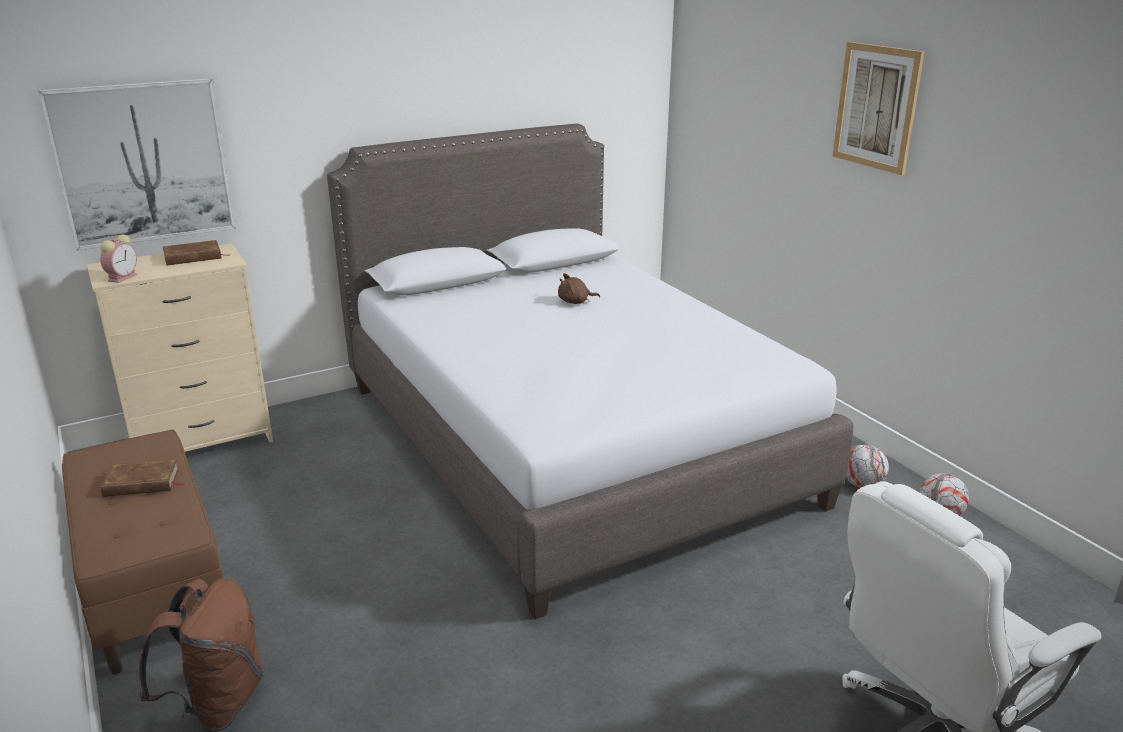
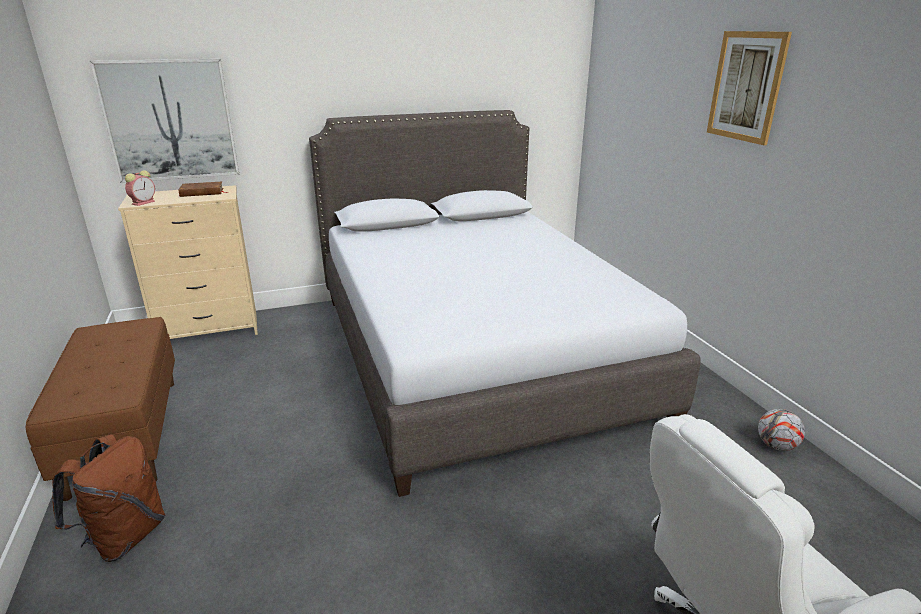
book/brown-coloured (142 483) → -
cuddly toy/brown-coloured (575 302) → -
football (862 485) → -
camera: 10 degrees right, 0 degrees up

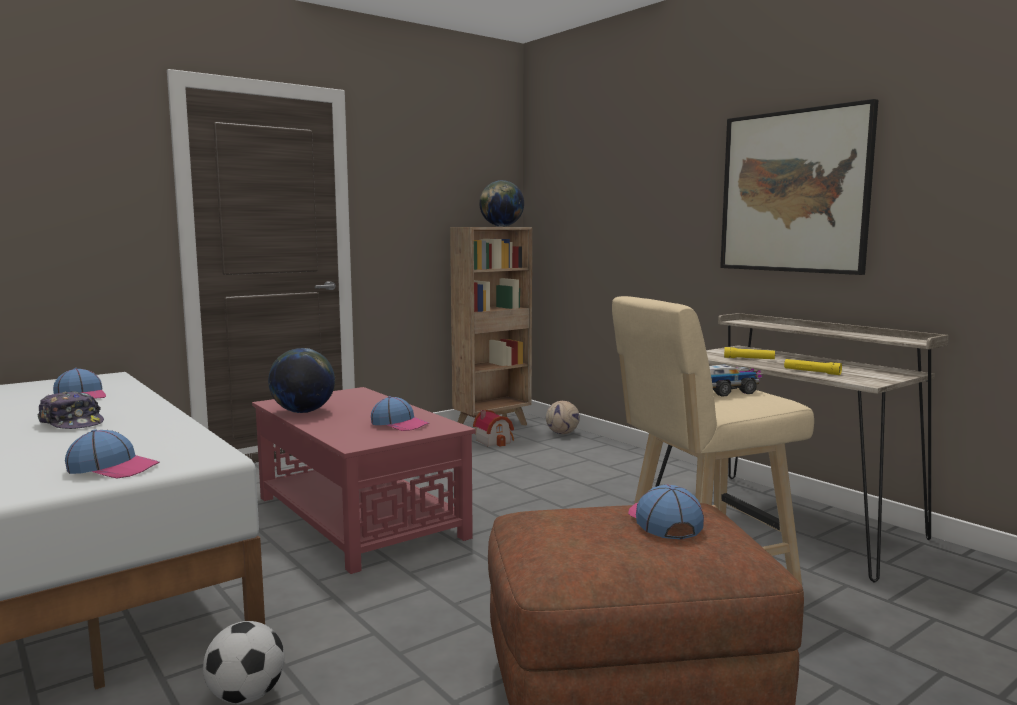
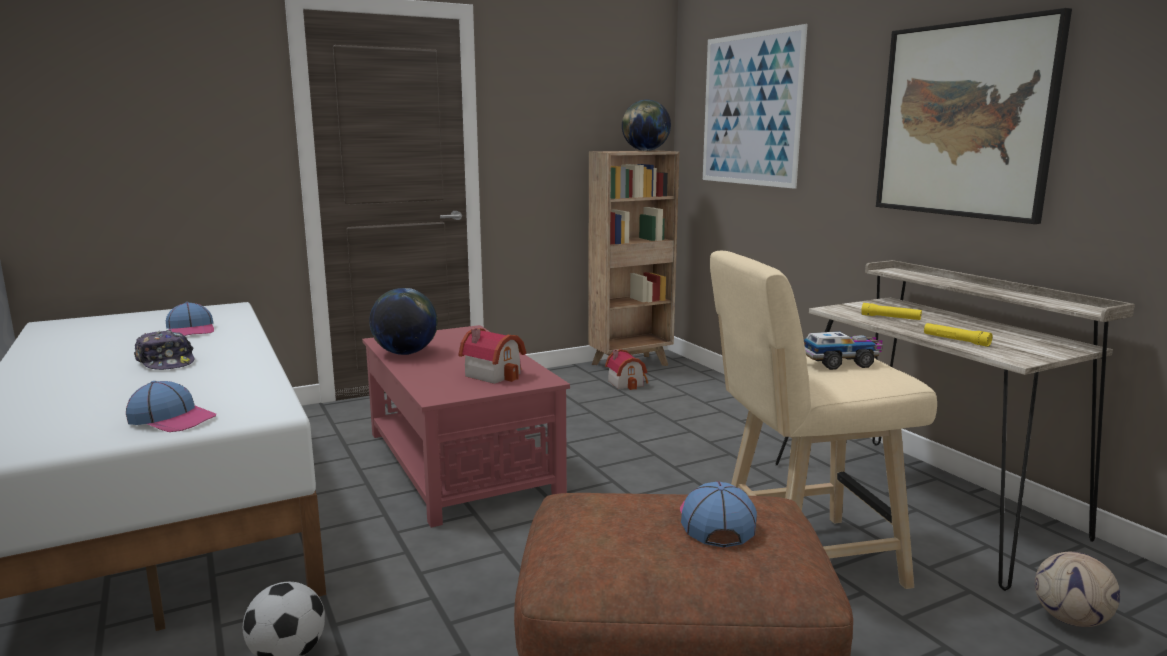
baseball cap (400 424) → miniature house (494 374)
- → picture (750 109)
football (562 433) → football (1071 620), moved
camera: 10 degrees right, 5 degrees up

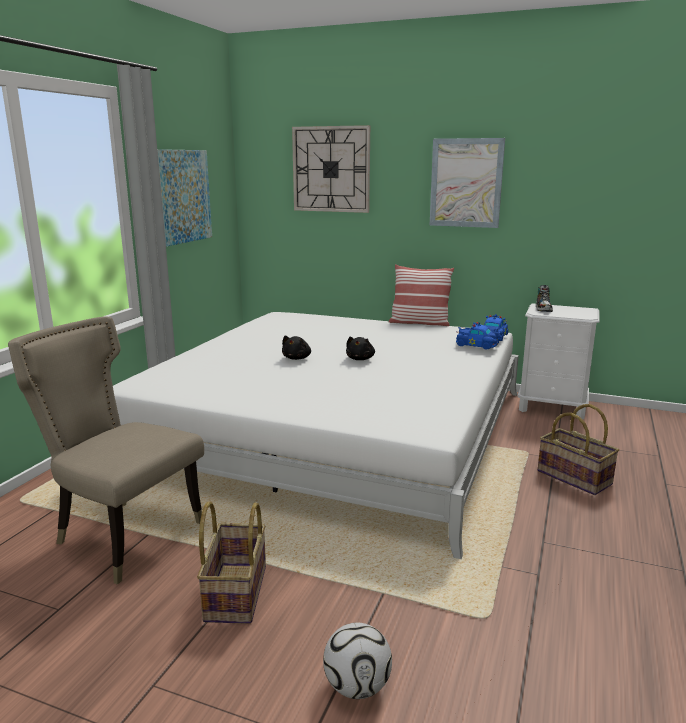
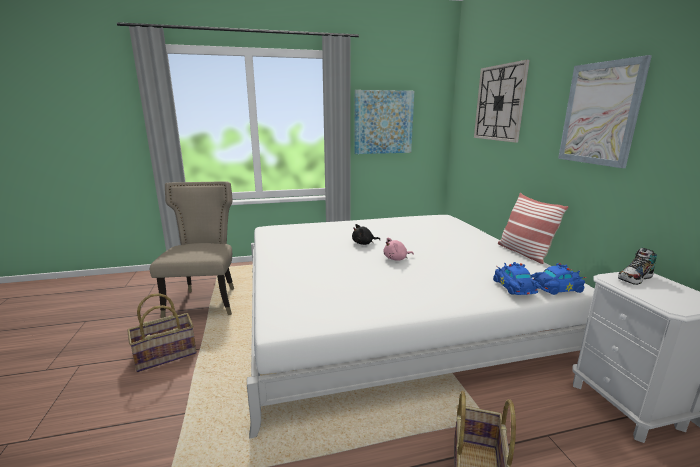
cuddly toy/blackish (360 359) → cuddly toy/pink-coloured (396 259)
football (357 687) → -
camera: 55 degrees right, 0 degrees up

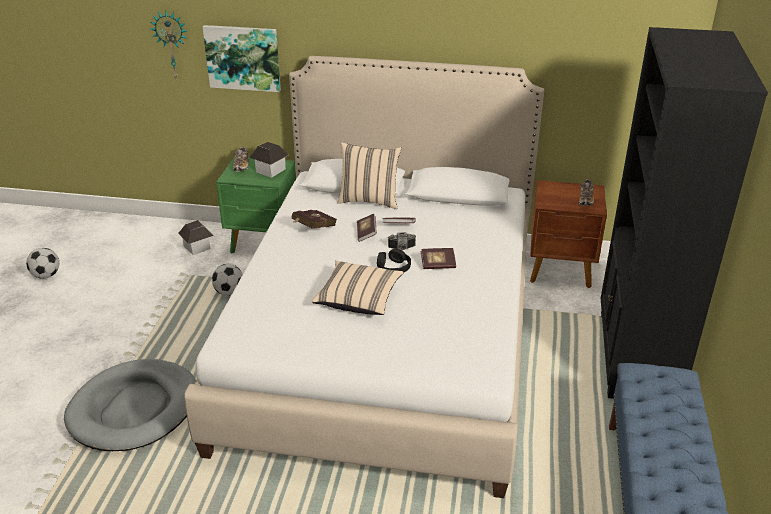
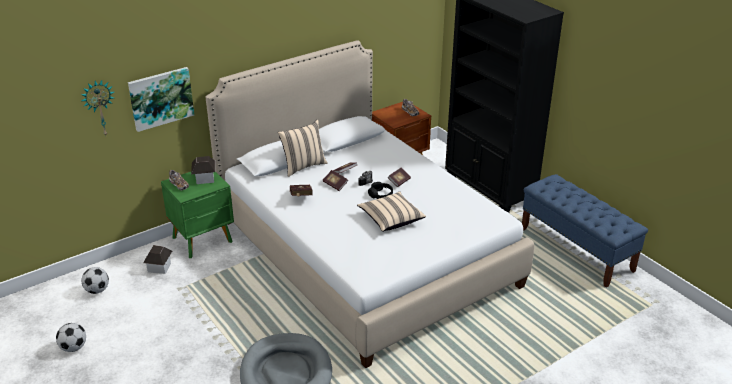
football (229 292) → football (97 290), moved
camera: 45 degrees left, 0 degrees up

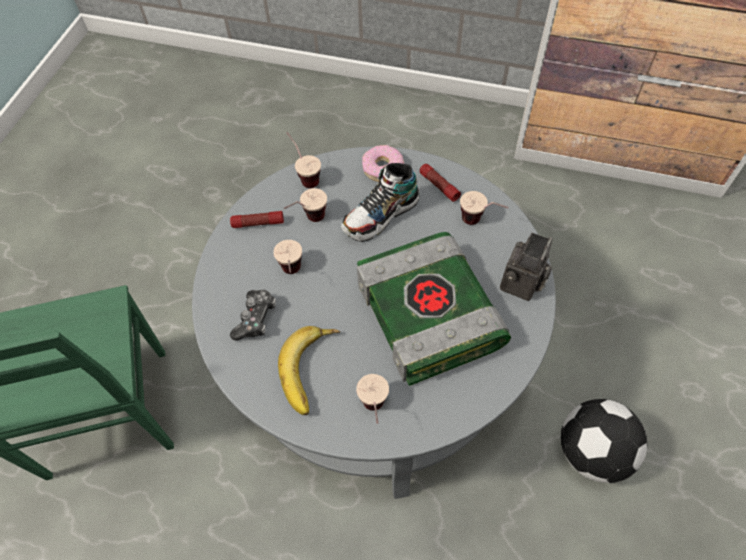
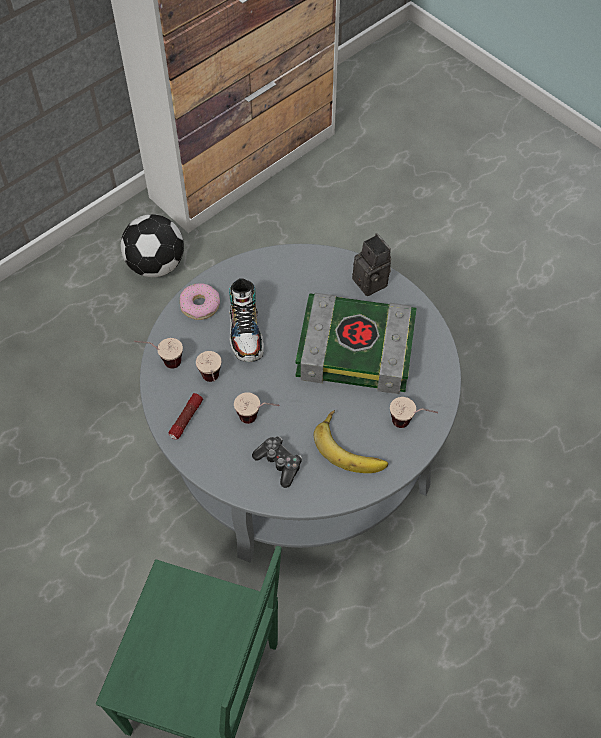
football (593 451) → football (156 264), moved
flashlight (439 186) → -
drinking cup (480 223) → -
camera: 60 degrees left, 0 degrees up

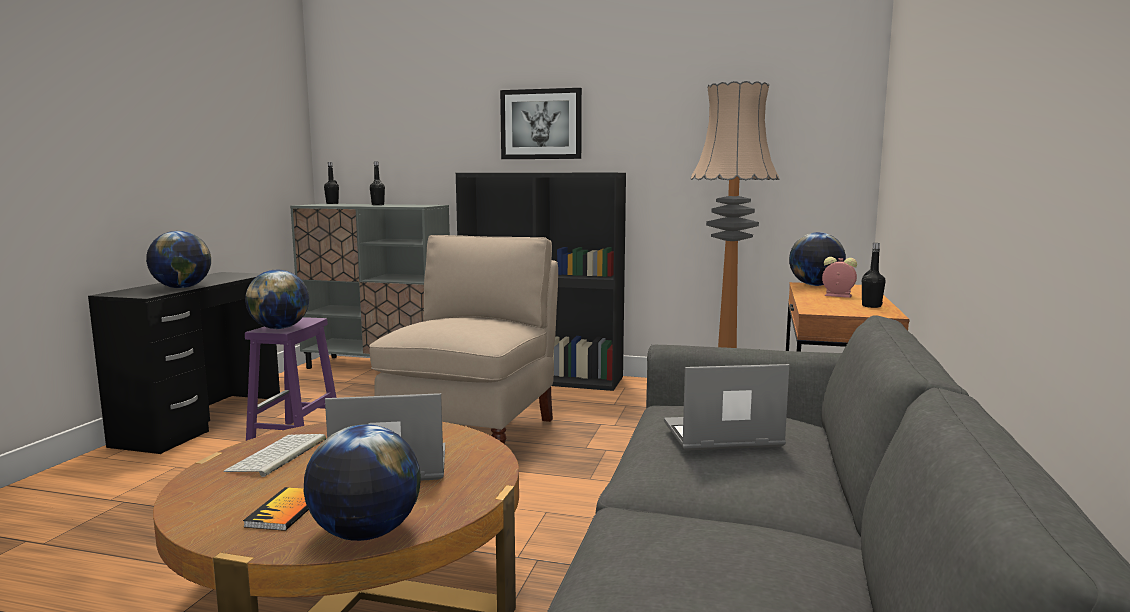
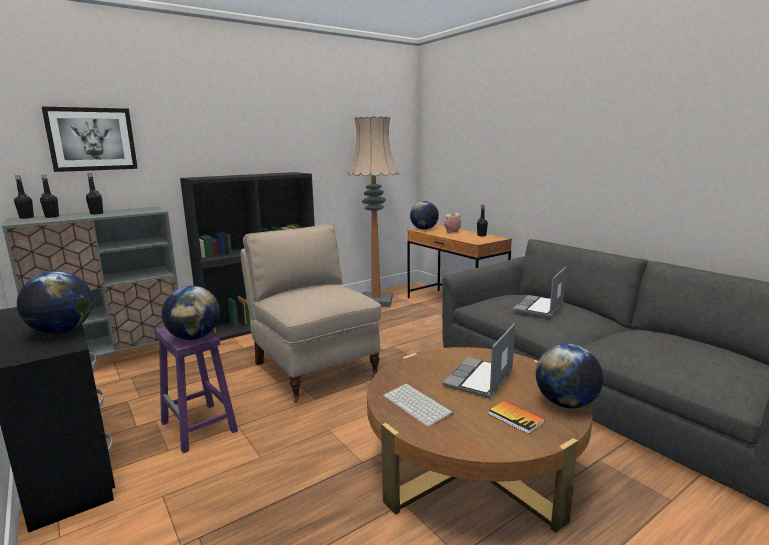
- → drink bottle/blackish (52 217)
picture (541 124) → picture (92 139), moved
camera: 50 degrees left, 5 degrees up

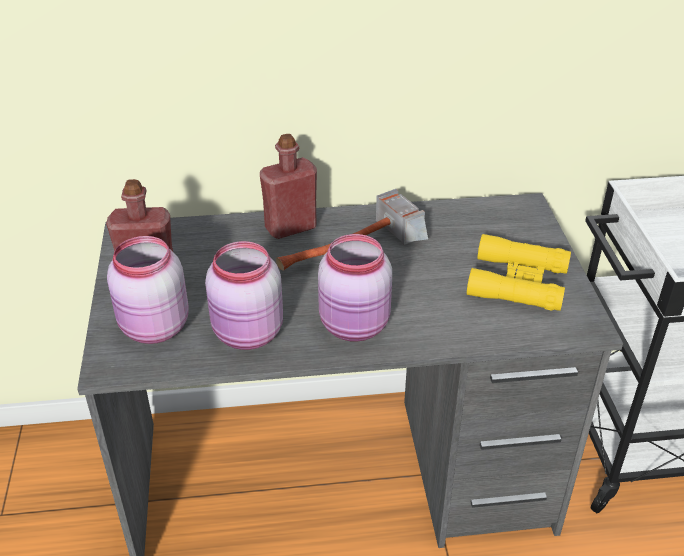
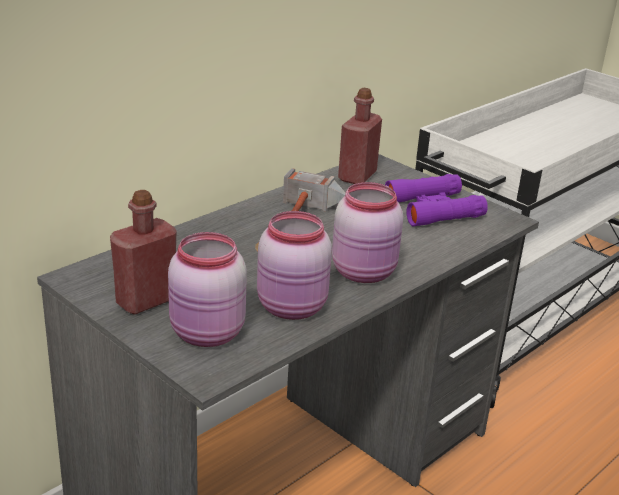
drink bottle/reddish (290 227) → drink bottle/reddish (357 176), moved
field glasses/yellow (518 282) → field glasses/purplish (433 209)
camera: 40 degrees left, 10 degrees down

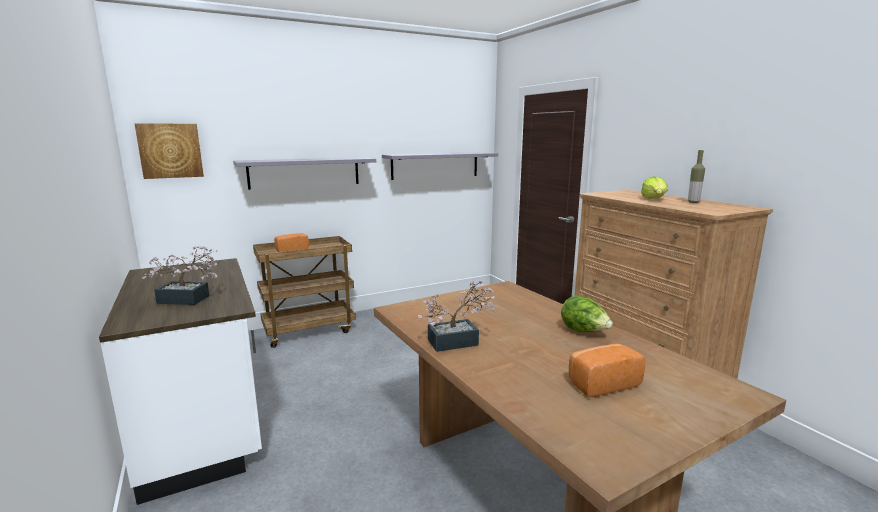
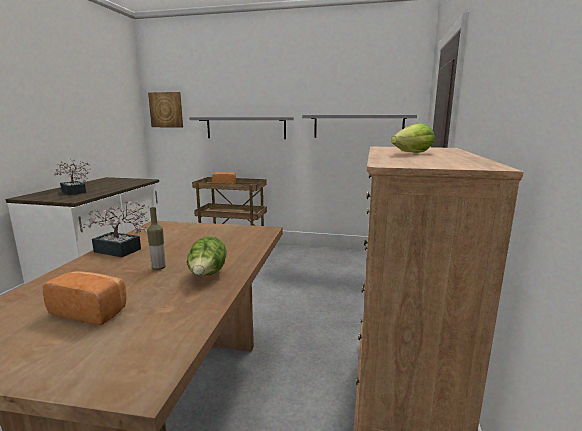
drink bottle (693 202) → drink bottle (159 268), moved
camera: 40 degrees right, 0 degrees up

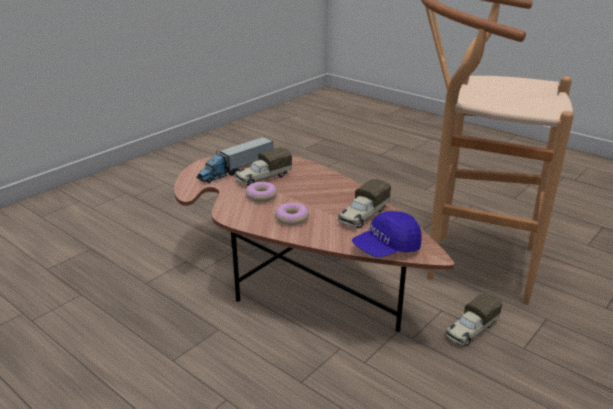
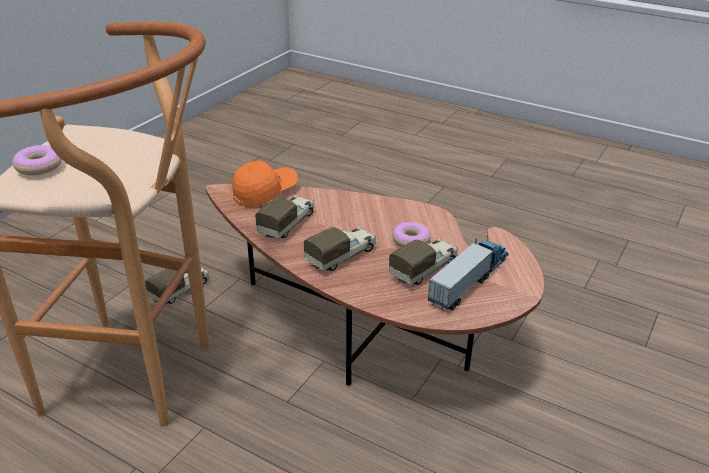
ring doughnut (292 218) → ring doughnut (39 167), moved
baseball cap/bluish (386 248) → baseball cap/orange-coloured (265 193)
- → toy truck (342 256)
camera: 170 degrees right, 5 degrees up

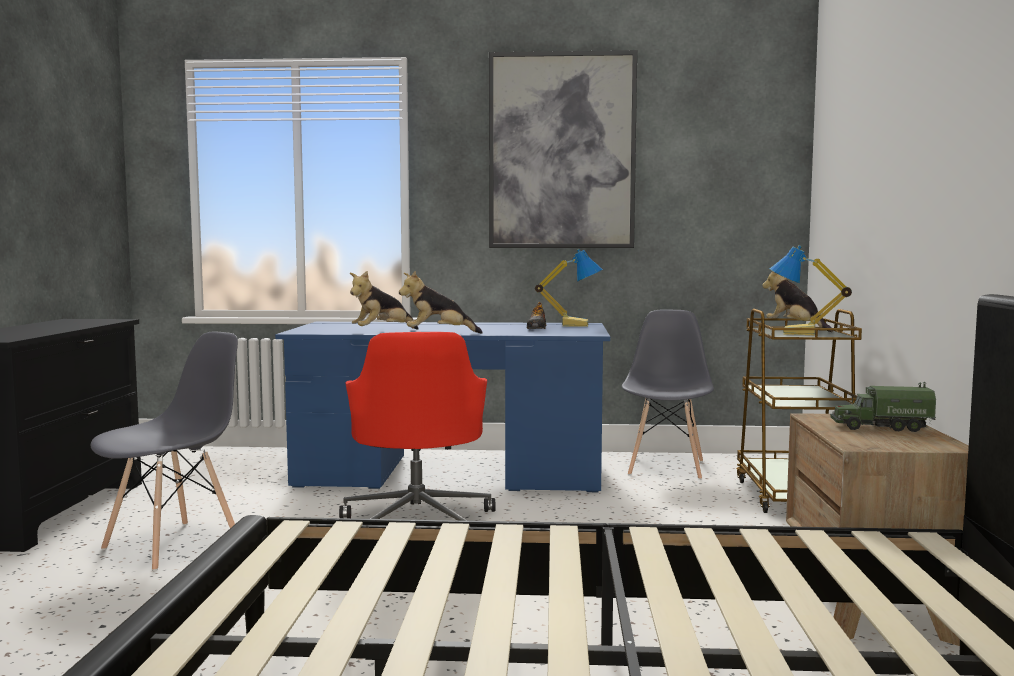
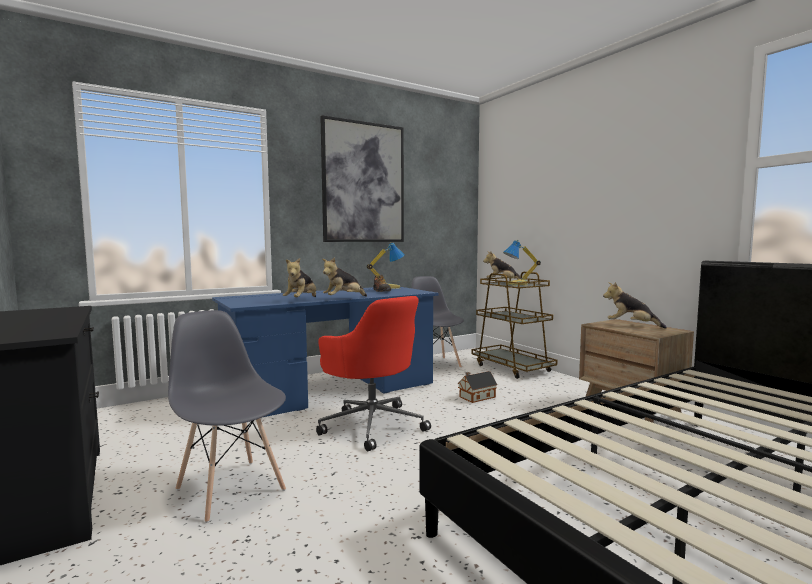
plain chair/grey (173 545) → plain chair/grey (230 488), 45 degrees counterclockwise
- → miniature house (476 397)
toy truck (881 427) → cuddly toy (631 325)
camera: 35 degrees left, 0 degrees up

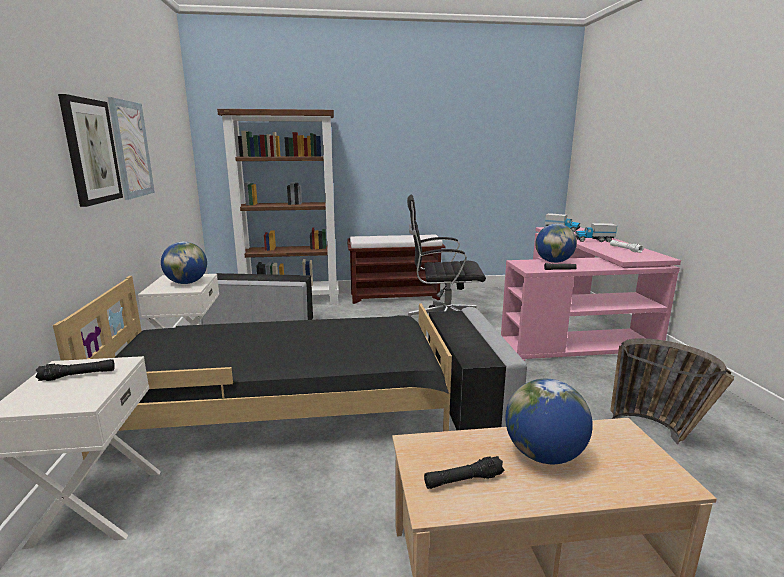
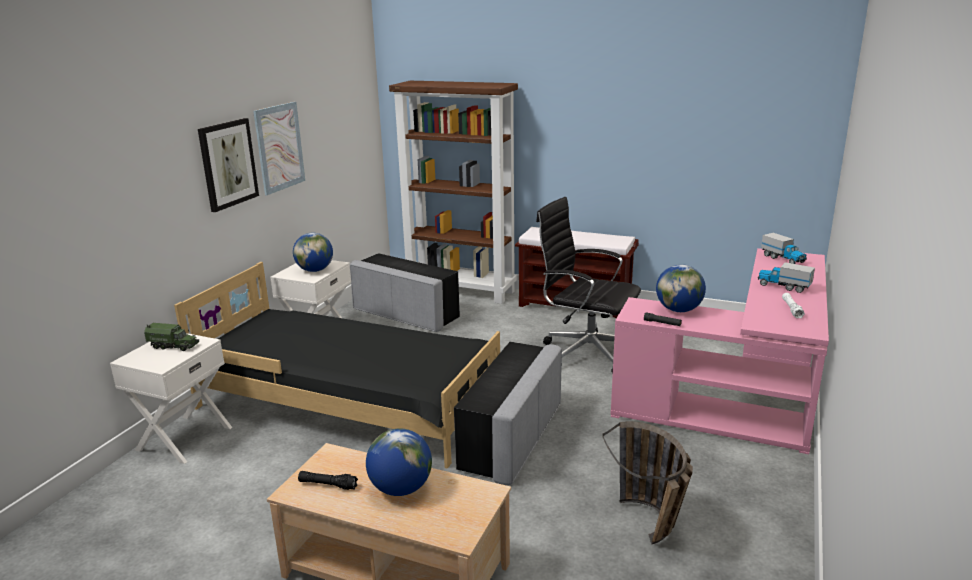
flashlight/blackish (78 376) → toy truck (174 346)
camera: 30 degrees right, 5 degrees up

